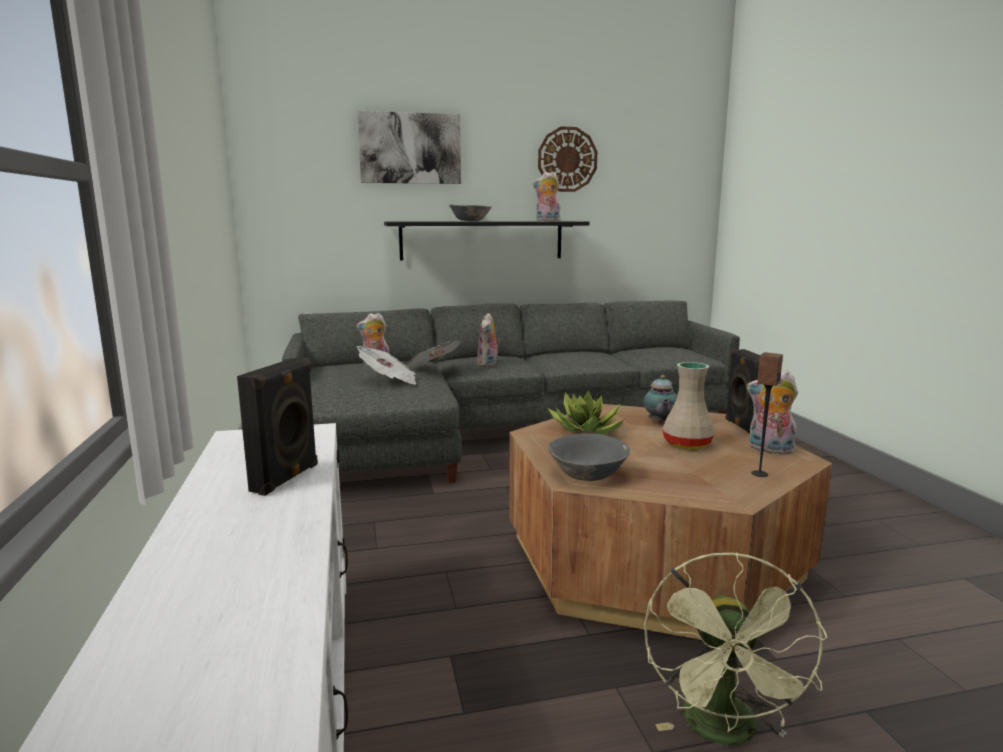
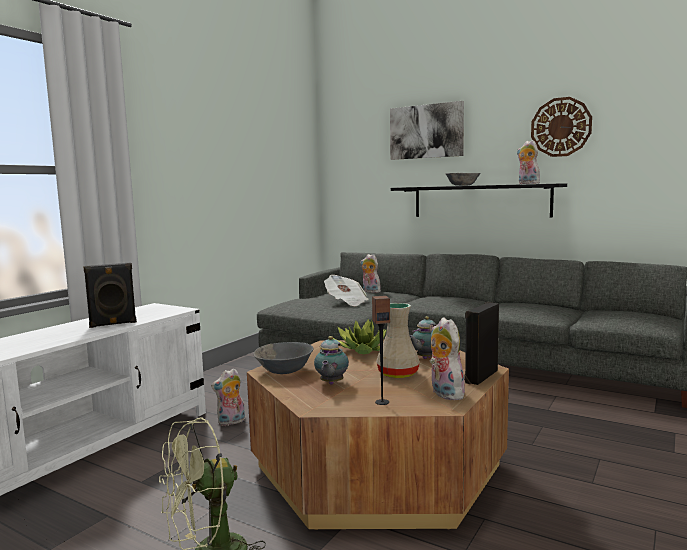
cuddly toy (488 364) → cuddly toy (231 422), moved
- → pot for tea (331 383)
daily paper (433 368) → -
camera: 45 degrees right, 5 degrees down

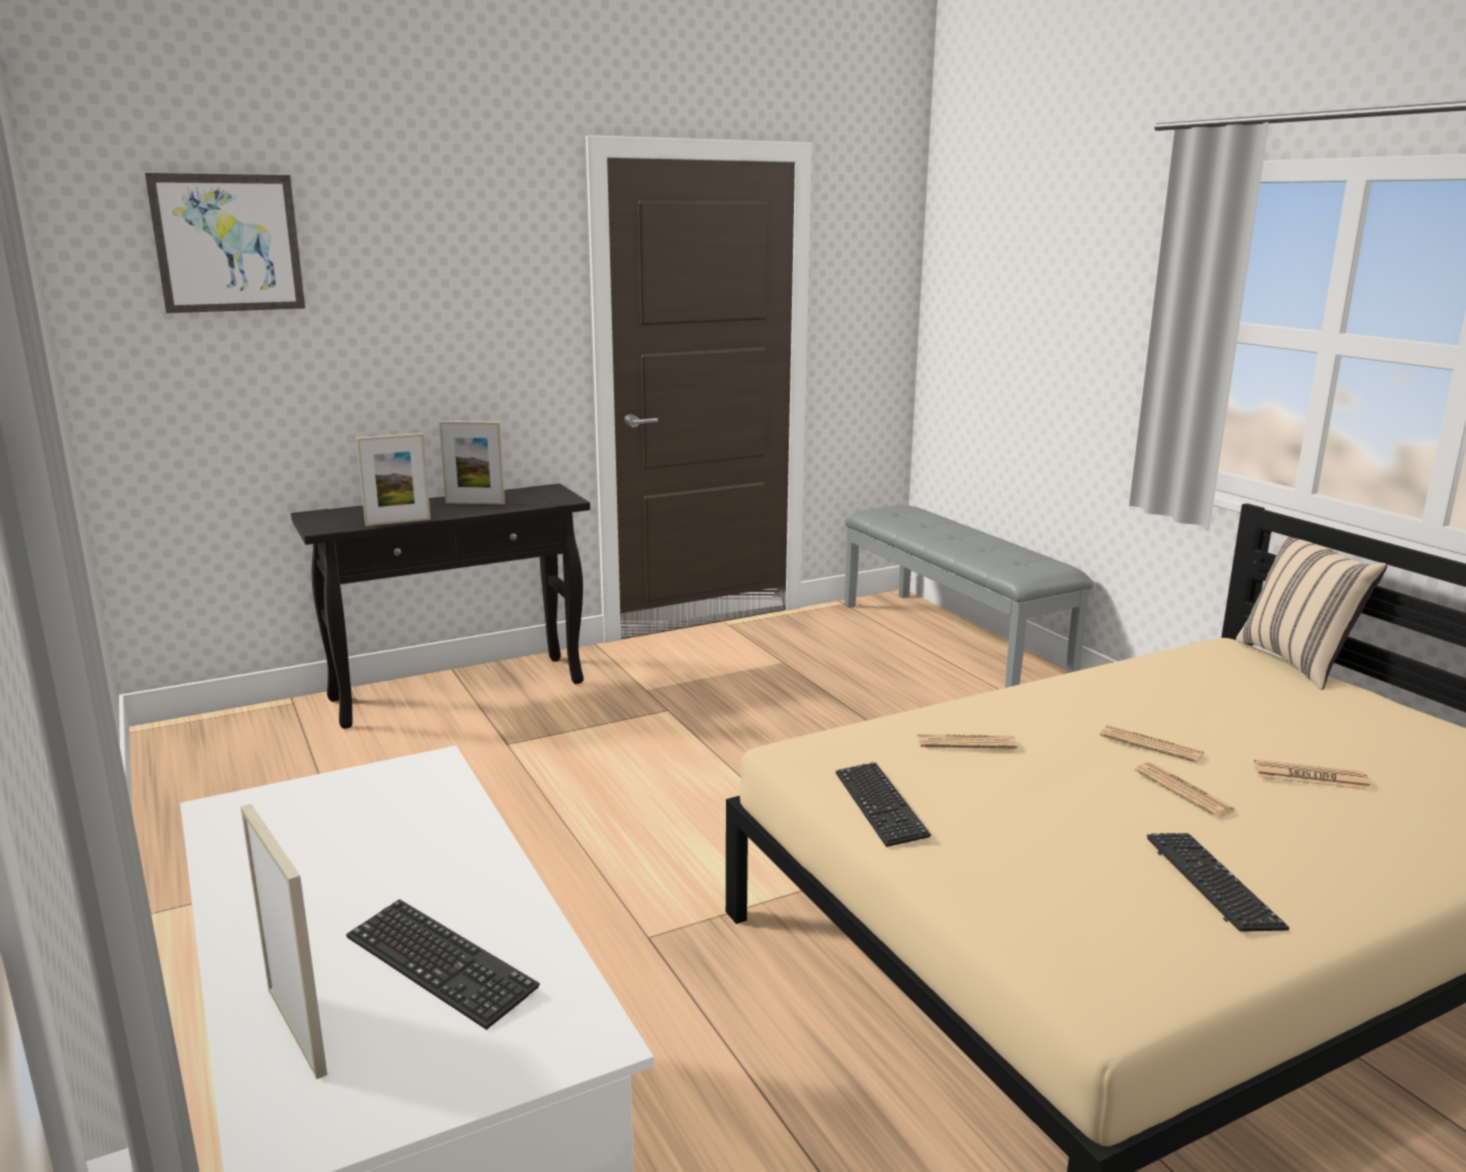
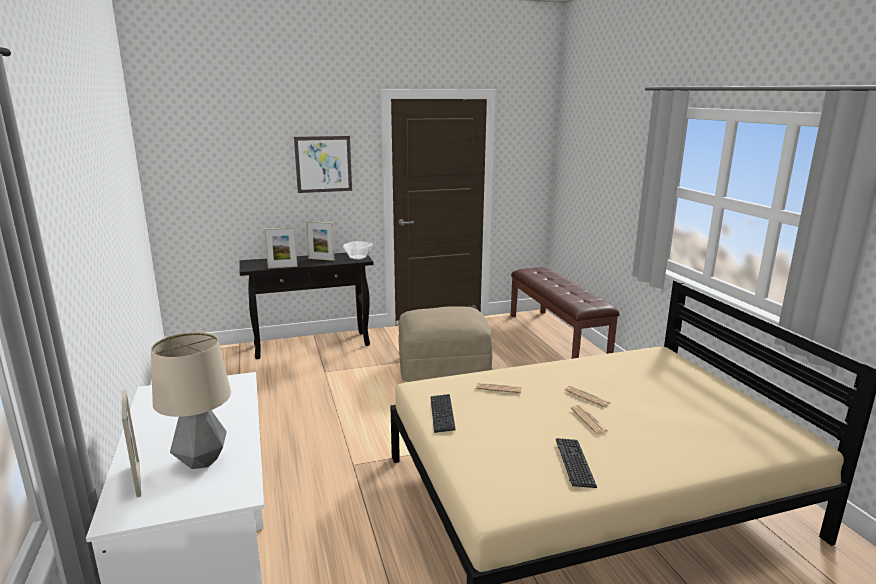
keyboard (440 965) → table lamp (202 460)
picture (228 243) → picture (323 164), moved
- → deep dish (358 257)
- → pouffe/beige (444 368)
indoor bench/grey (953 640) → indoor bench/brown-coloured (557 336)
throw pillow/beige (1298 662) → -
daily paper (1310 776) → -
camera: 10 degrees right, 0 degrees up

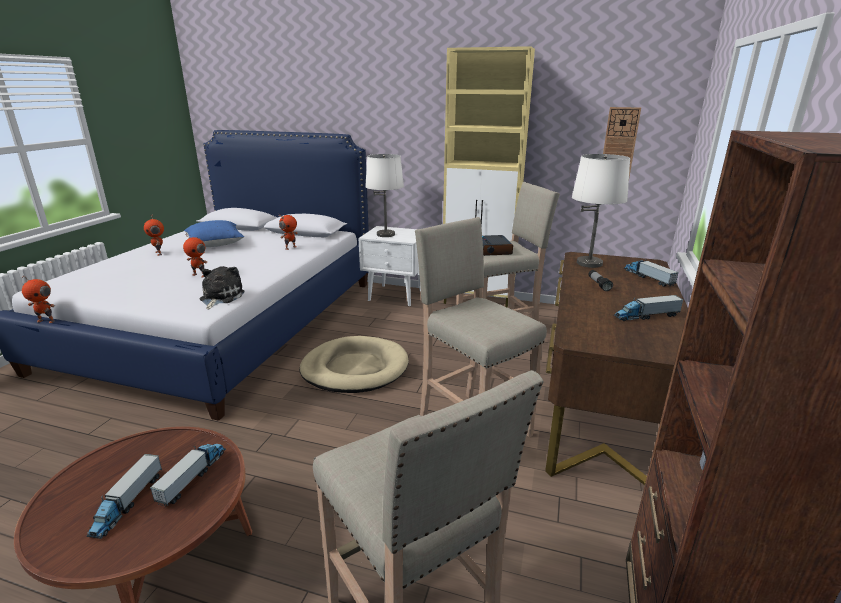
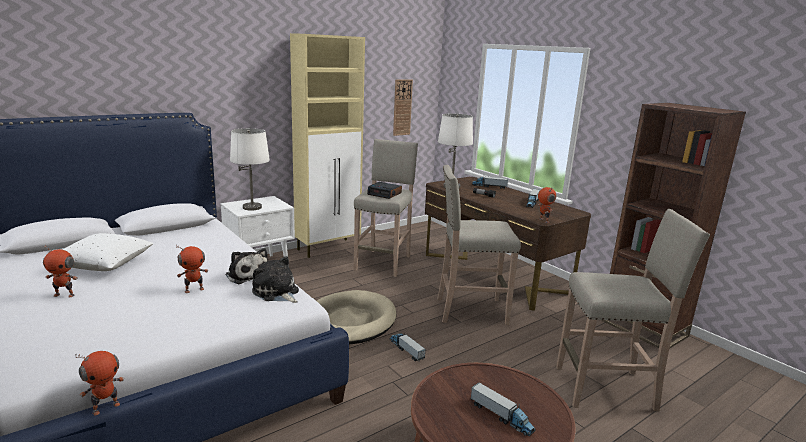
throw pillow/bluish (215 244) → throw pillow/white (105 265)
- → cuddly toy (246 275)
toy truck (193 476) → toy truck (406 350), moved
toy robot (290 248) → toy robot (543 220), moved
camera: 55 degrees left, 5 degrees down

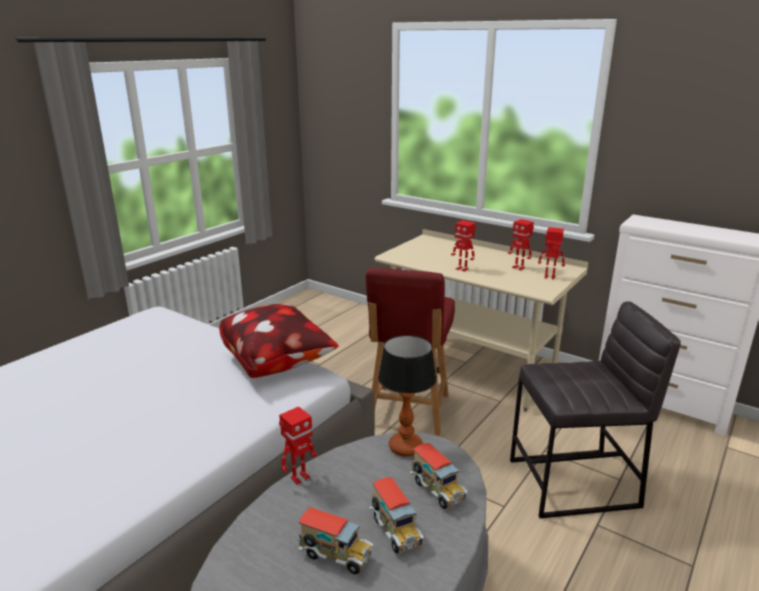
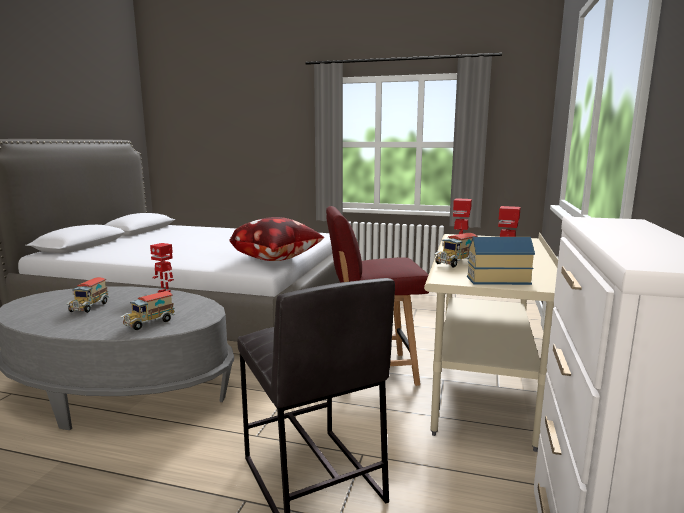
toy truck (395 531) → toy truck (455 264), moved
toy robot (549 277) → miniature house (496 279)
table lamp (405 447) → -
camera: 70 degrees right, 10 degrees down

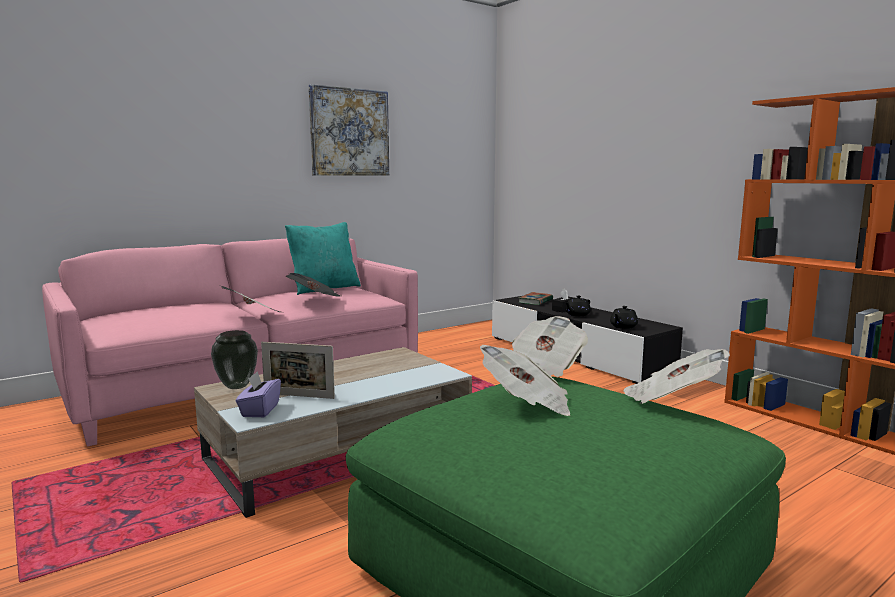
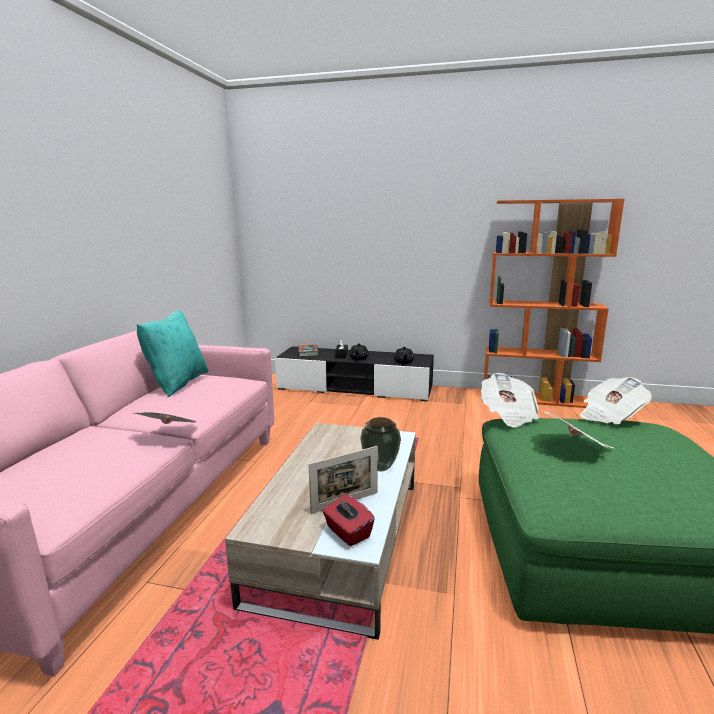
tissue box/purplish (259 410) → tissue box/reddish (347 532)
flower vase (236 386) → flower vase (380 468), moved
daily paper (315 299) → -
picture (349 132) → -
camera: 40 degrees left, 5 degrees up

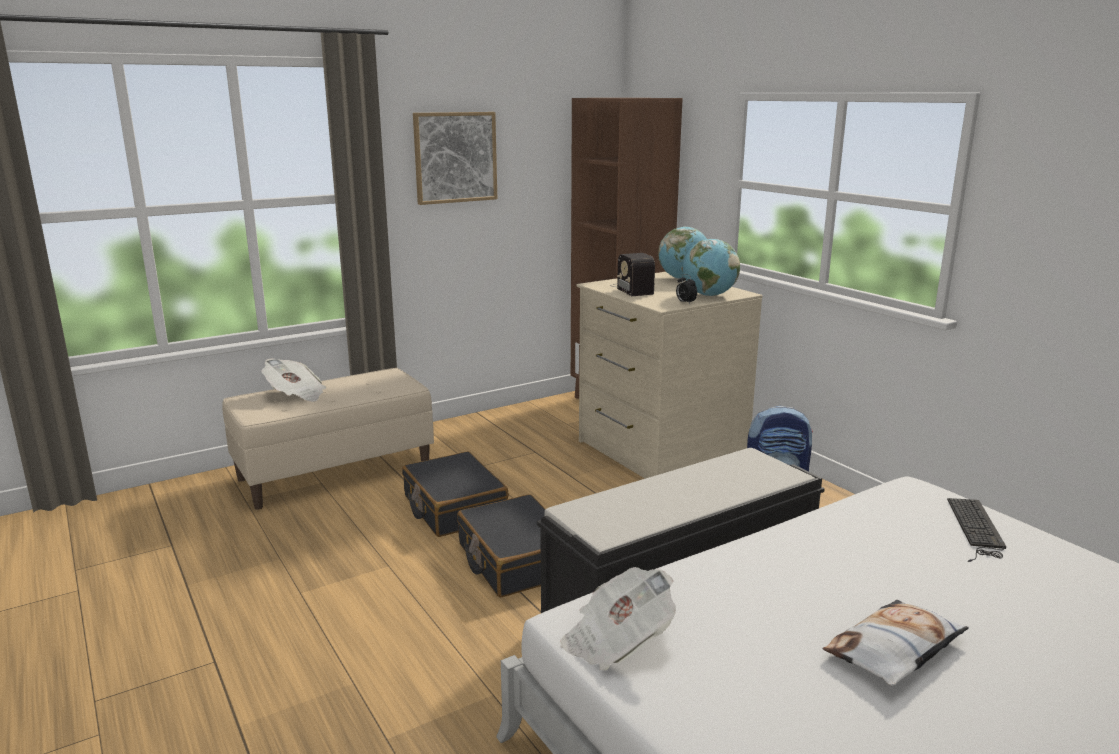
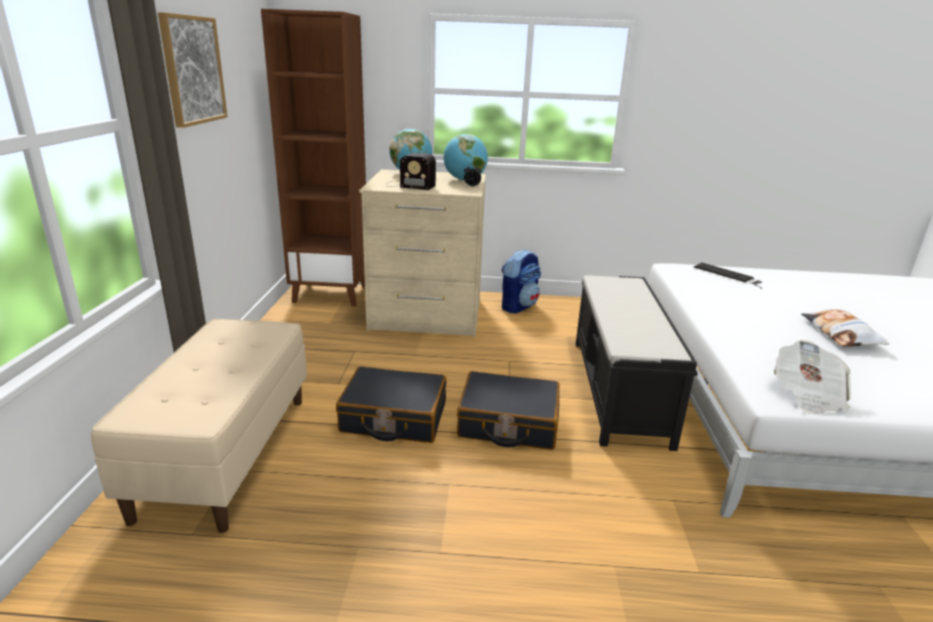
daily paper (296 395) → -
camera: 55 degrees left, 5 degrees up

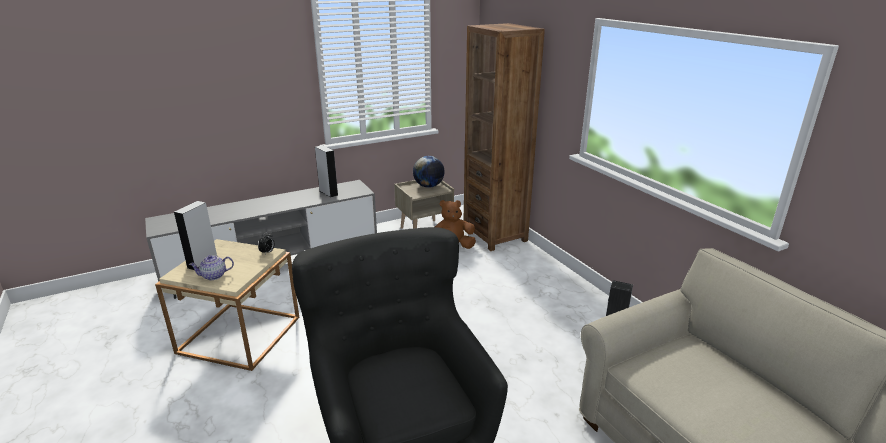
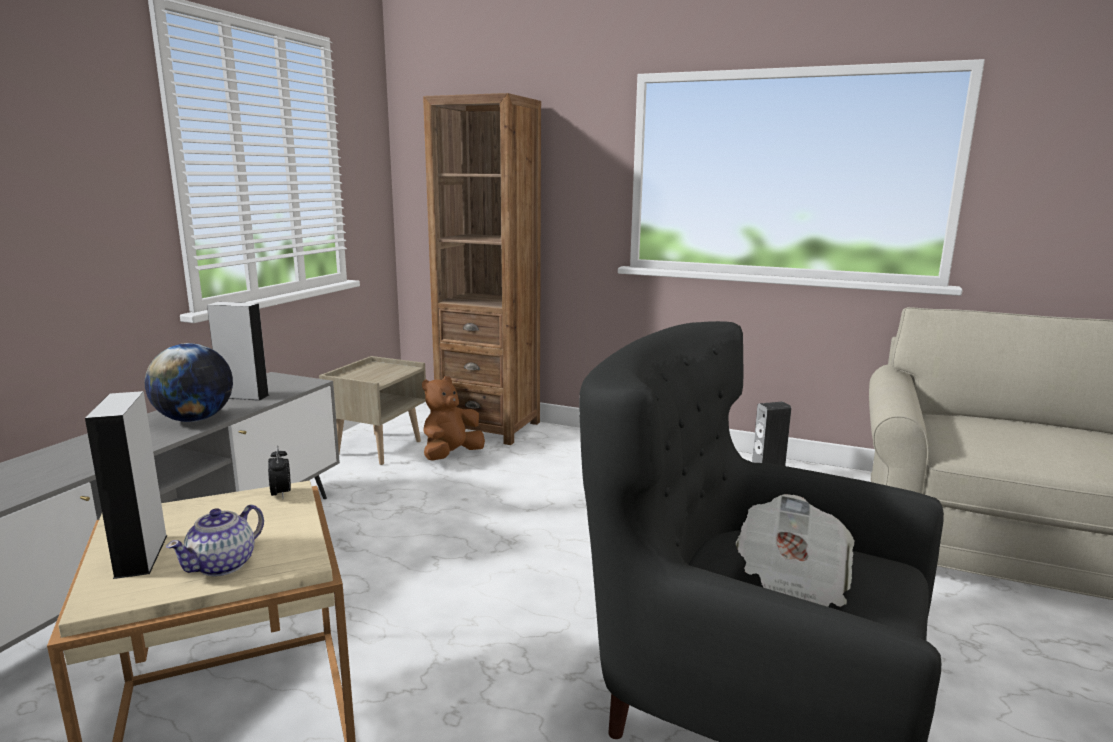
desk globe (428 186) → desk globe (195 419), moved
- → daily paper (791 582)
camera: 40 degrees left, 10 degrees down

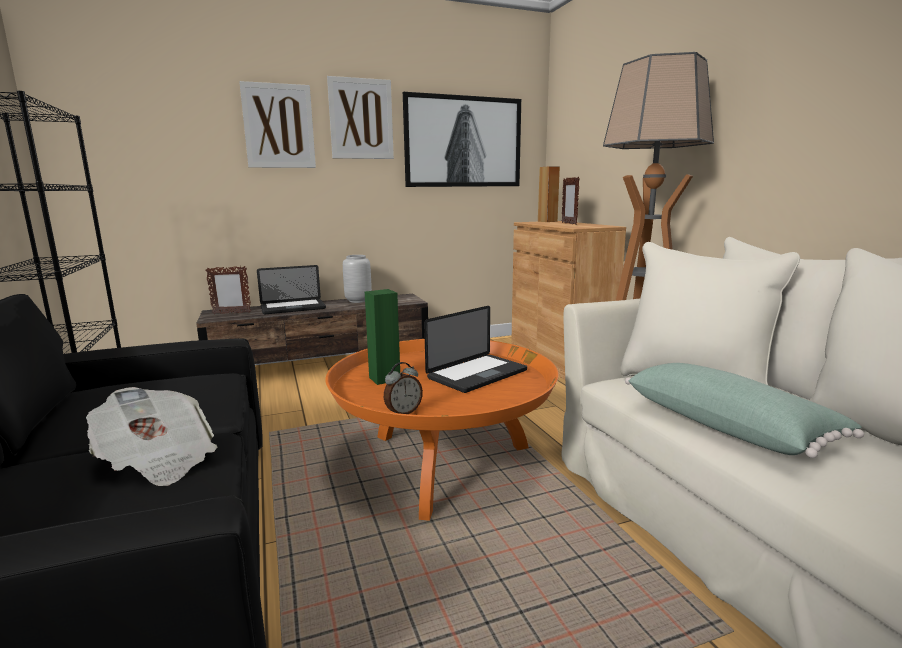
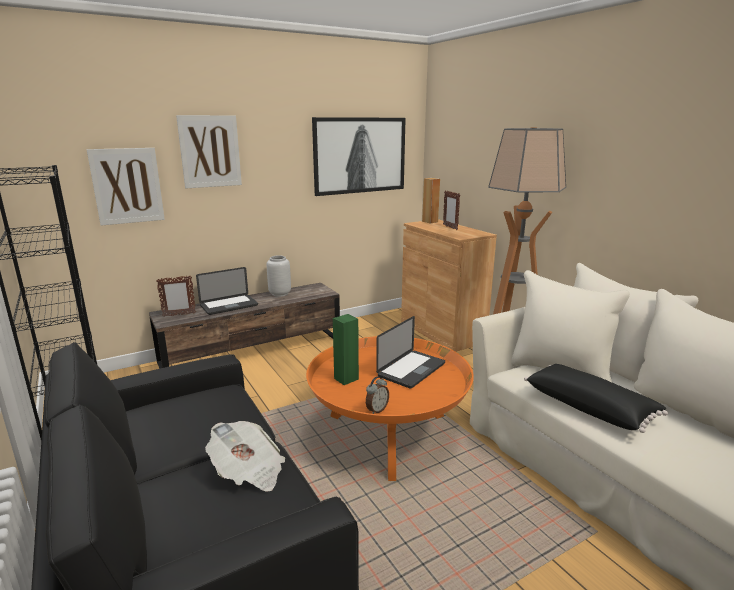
picture (361 119) → picture (127 186), moved
throw pillow/green-coloured (727 426) → throw pillow/blackish (589 407)
camera: 10 degrees left, 5 degrees up

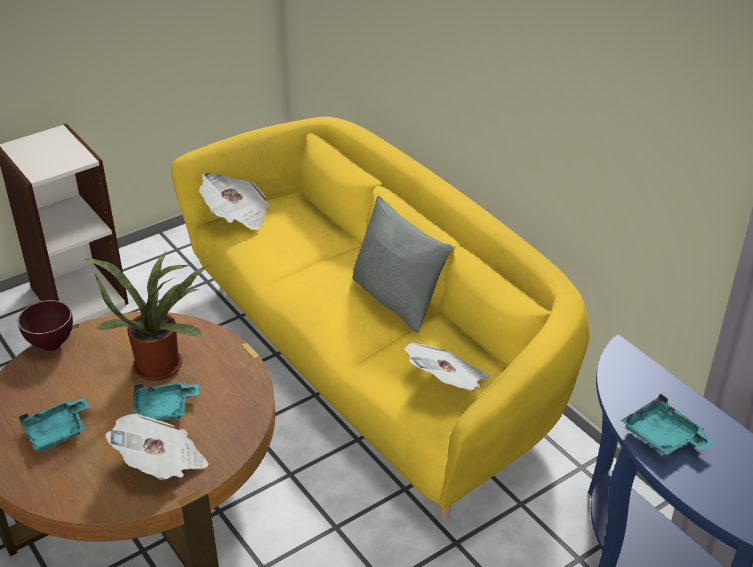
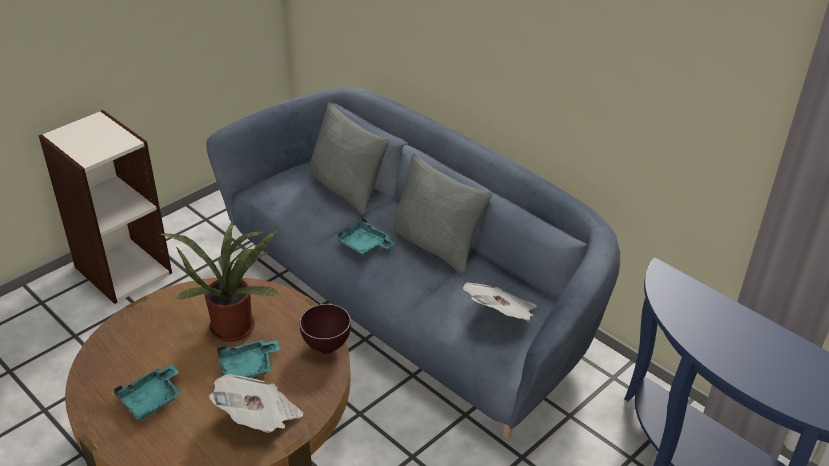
sofa/yellow (374 364) → sofa/bluish (412 305)
deep dish/brown-coloured (52 346) → deep dish/brown-coloured (327 348), moved
- → throw pillow/grey (347 190)
carrying tray/blue-green (663 437) → carrying tray/blue-green (364 245), moved
daily paper (237 214) → -
camera: 10 degrees left, 0 degrees up

